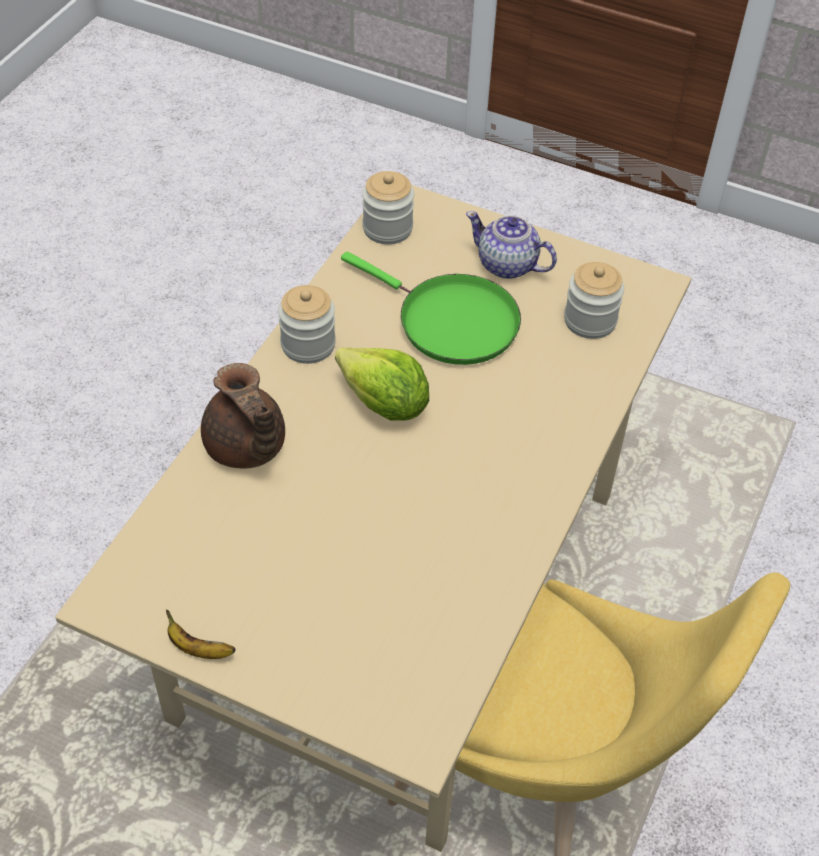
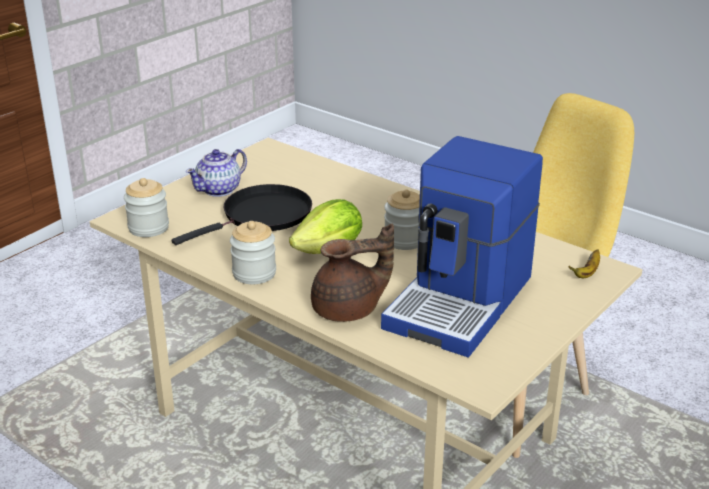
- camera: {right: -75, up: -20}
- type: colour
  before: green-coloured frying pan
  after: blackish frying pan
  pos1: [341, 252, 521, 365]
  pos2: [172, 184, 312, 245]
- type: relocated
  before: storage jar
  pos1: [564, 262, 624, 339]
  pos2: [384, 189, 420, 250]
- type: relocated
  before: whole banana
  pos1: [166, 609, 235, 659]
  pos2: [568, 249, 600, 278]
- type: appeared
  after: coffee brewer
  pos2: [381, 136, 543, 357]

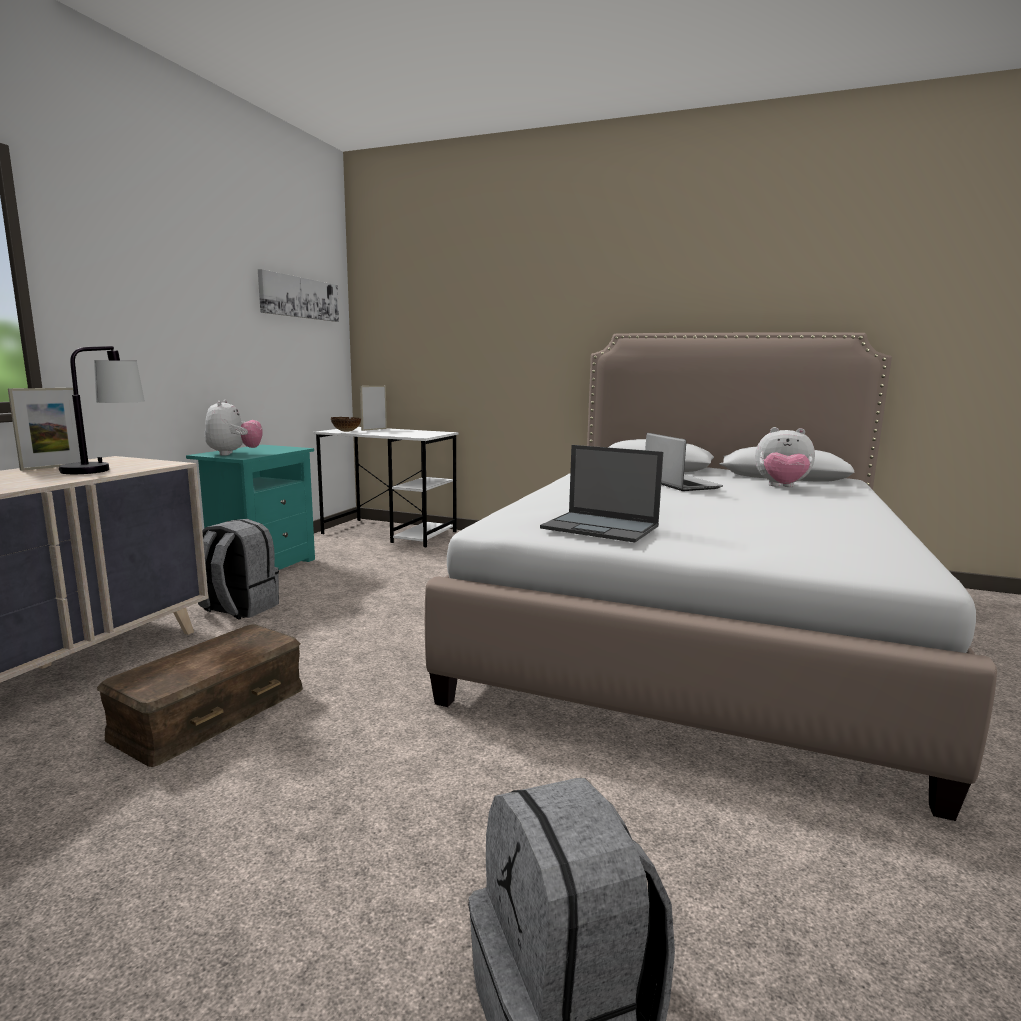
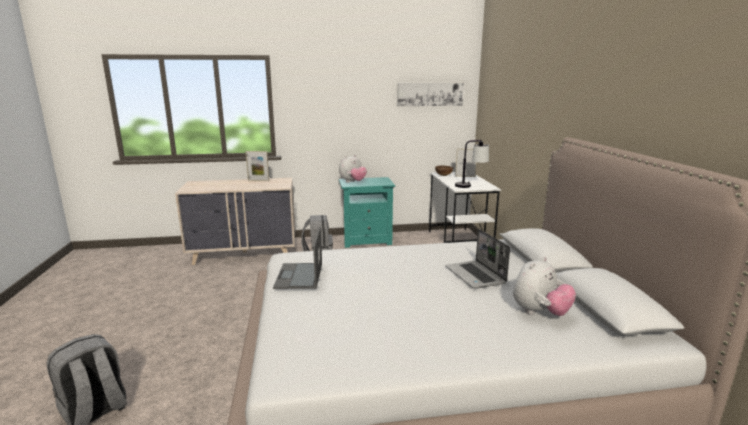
- camera: {right: 60, up: 5}
- type: relocated
  before: lamp for a table
  pos1: [59, 346, 145, 474]
  pos2: [455, 140, 489, 188]
- type: spun
  before: plush toy
  pos1: [755, 427, 815, 487]
  pos2: [513, 257, 576, 316]
  turn: -120
- type: spun
  before: laptop
  pos1: [645, 433, 723, 491]
  pos2: [446, 229, 510, 289]
  turn: 120
- type: missing
  before: brownish storage box
  pos1: [97, 625, 303, 767]

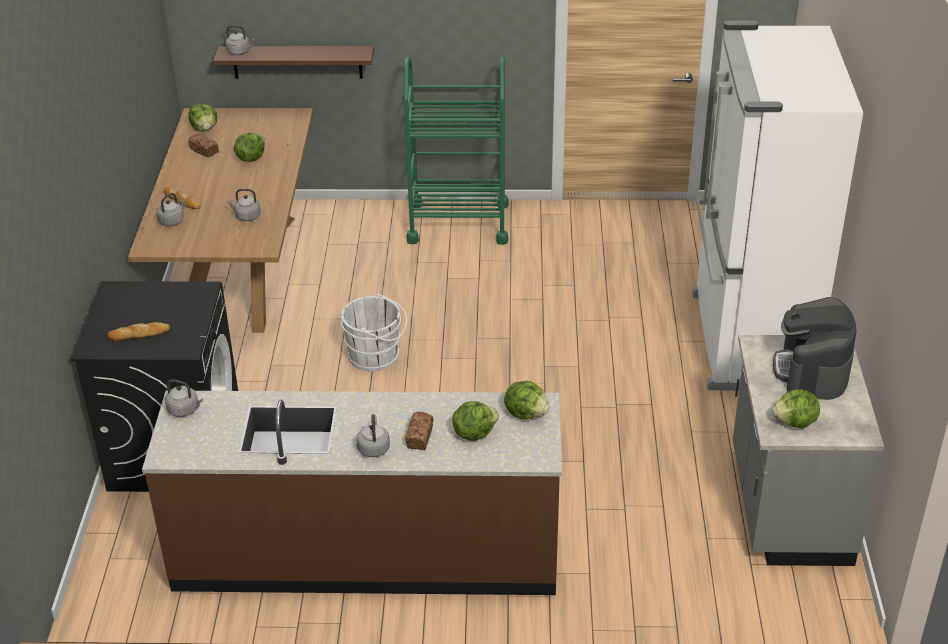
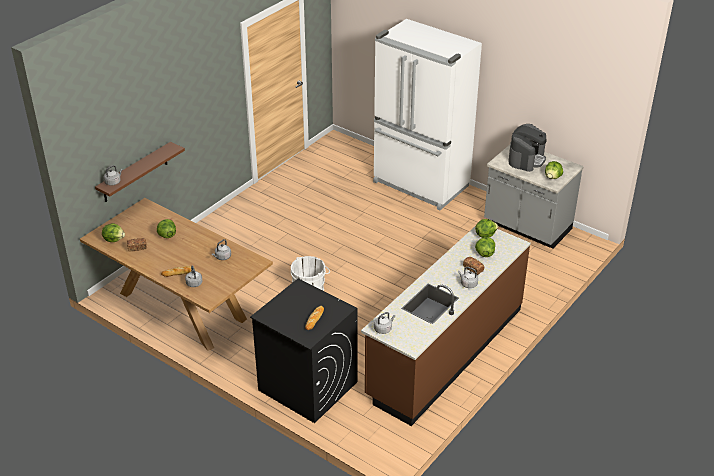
- camera: {right: -55, up: 0}
- type: missing
  before: green-coloured wheeled cart
  pos1: [404, 57, 509, 245]
- type: spun
  before: coffee brewer
  pos1: [773, 297, 856, 400]
  pos2: [509, 124, 547, 172]
  turn: -105

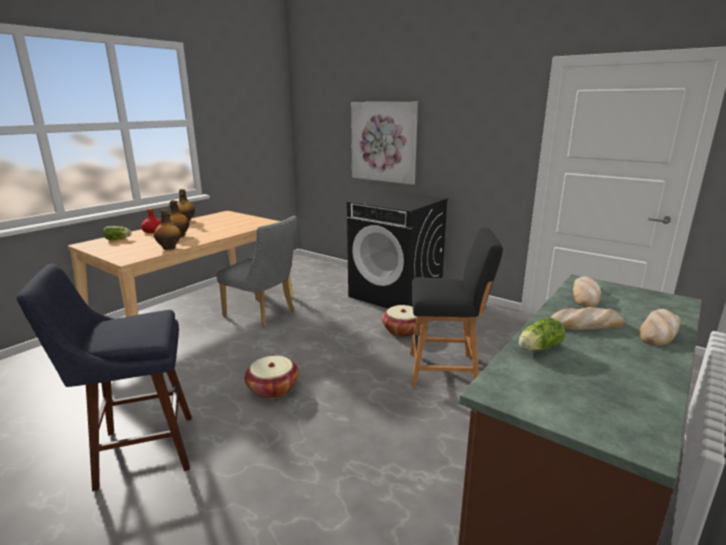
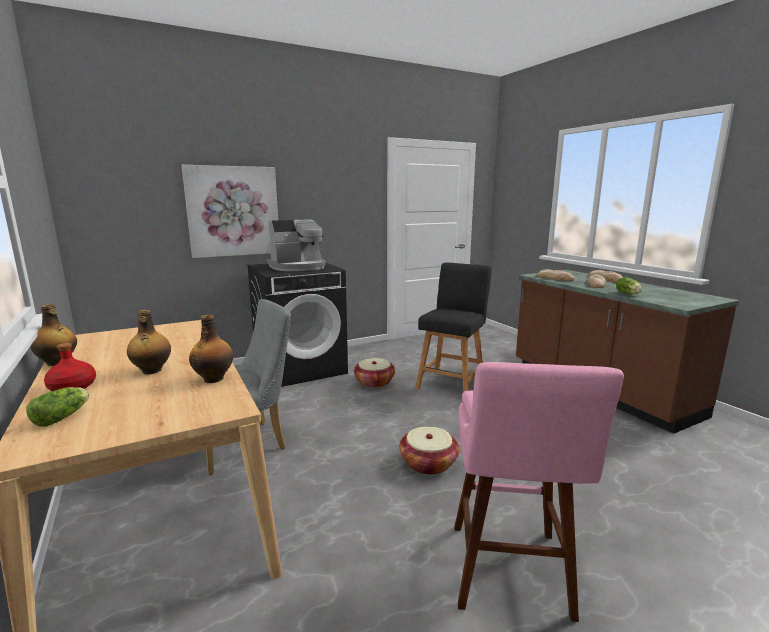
- camera: {right: -65, up: -5}
- type: colour
  before: blue-coloured stool
  after: pink stool
  pos1: [17, 264, 192, 492]
  pos2: [455, 362, 624, 622]
- type: appeared
  after: coffee brewer
  pos2: [267, 219, 326, 271]

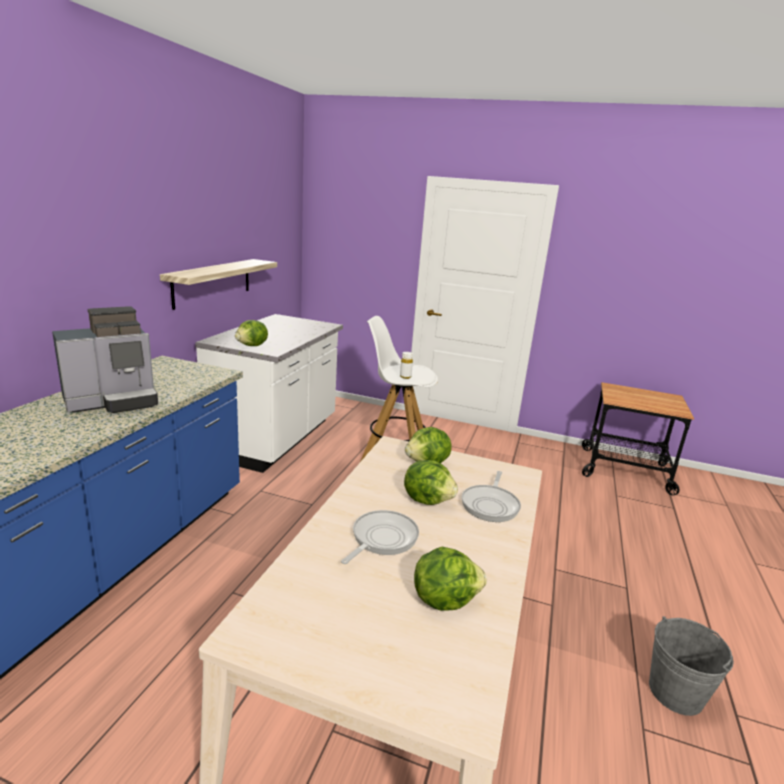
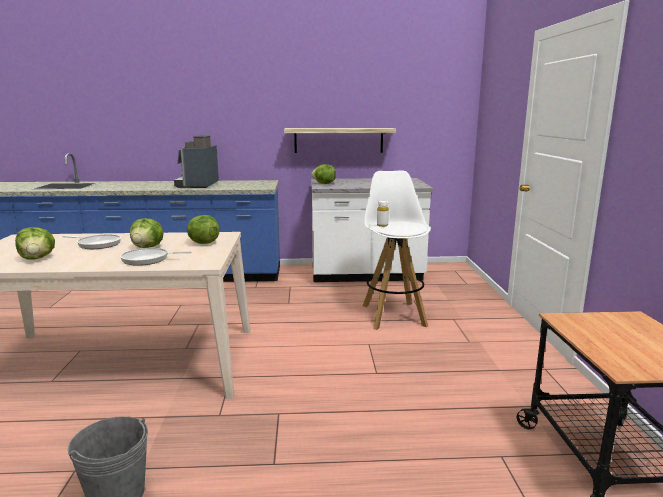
- camera: {right: 70, up: -5}
- type: spun
  before: coffee brewer
  pos1: [52, 306, 158, 413]
  pos2: [174, 135, 219, 188]
  turn: 60

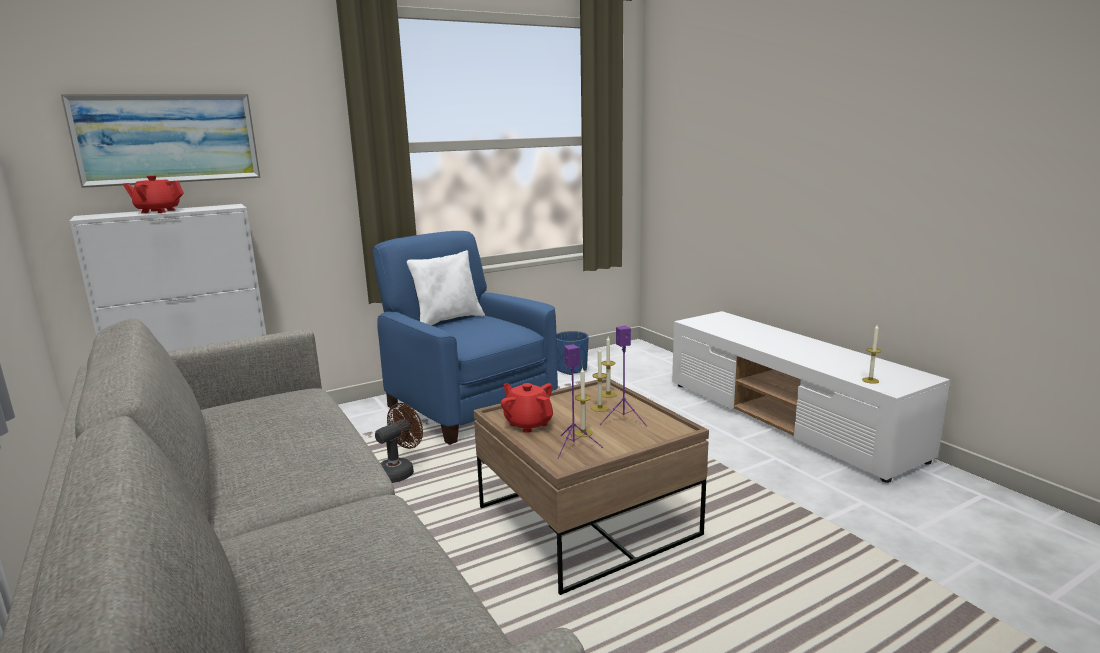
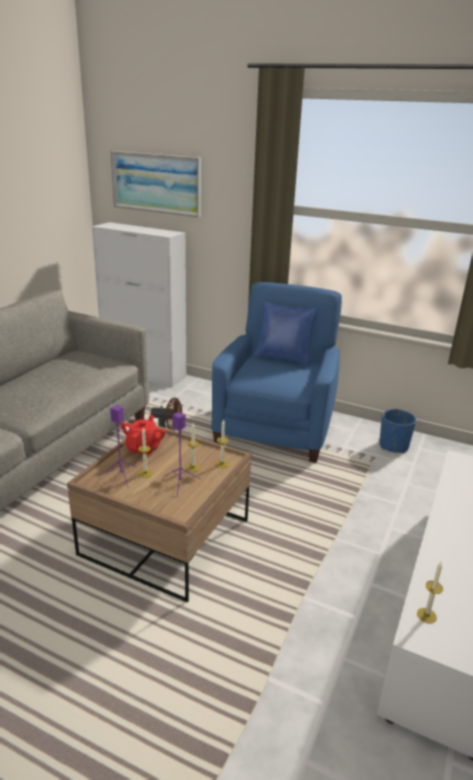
- camera: {right: 55, up: 10}
- type: missing
  before: red teapot
  pos1: [123, 175, 184, 213]
- type: colour
  before: white-coloured pillow
  after: blue-coloured pillow
  pos1: [407, 250, 485, 325]
  pos2: [254, 302, 318, 366]

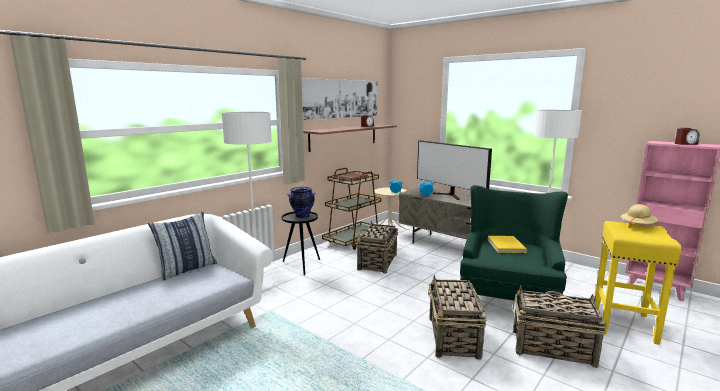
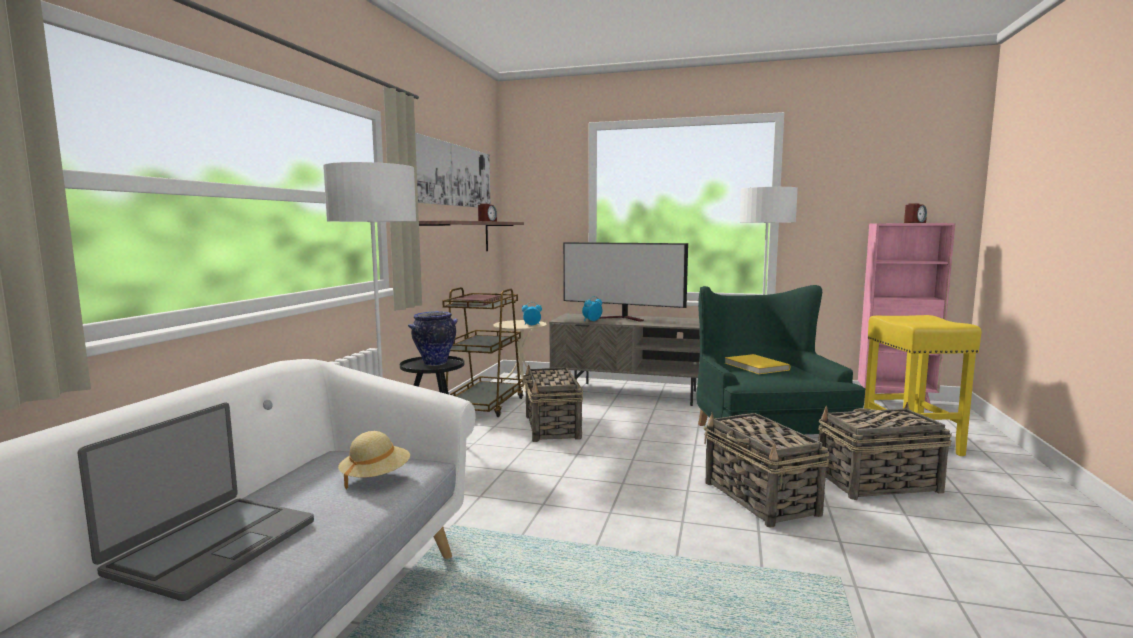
- camera: {right: -25, up: -5}
- type: relocated
  before: beige-coloured clothing hat
  pos1: [621, 204, 658, 228]
  pos2: [338, 431, 410, 490]
- type: missing
  before: pillow
  pos1: [148, 211, 217, 280]
- type: appeared
  after: laptop
  pos2: [78, 403, 314, 601]

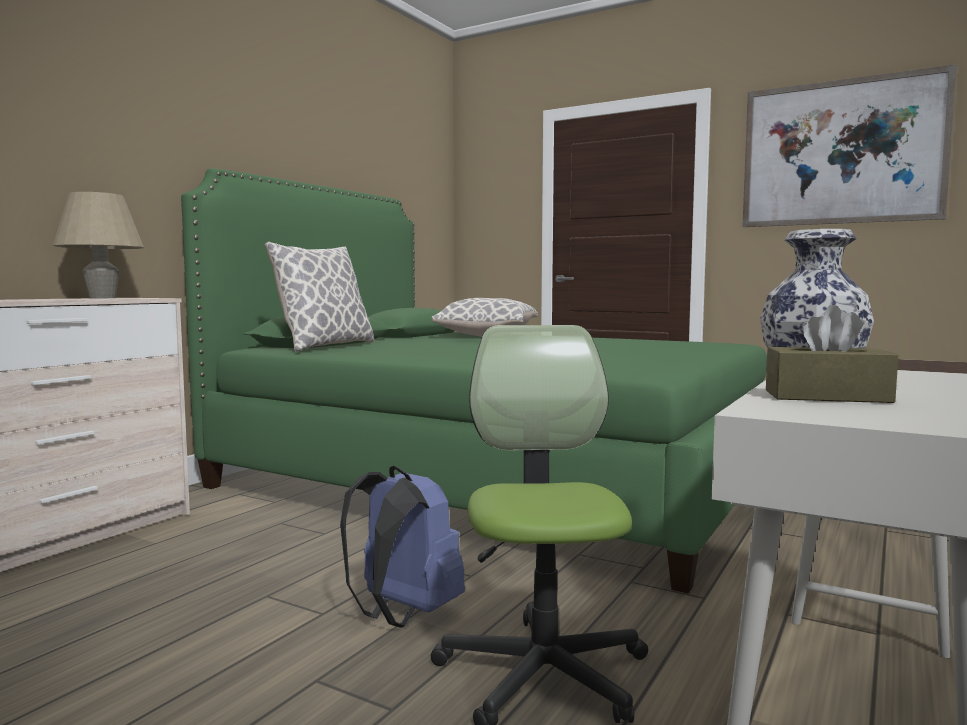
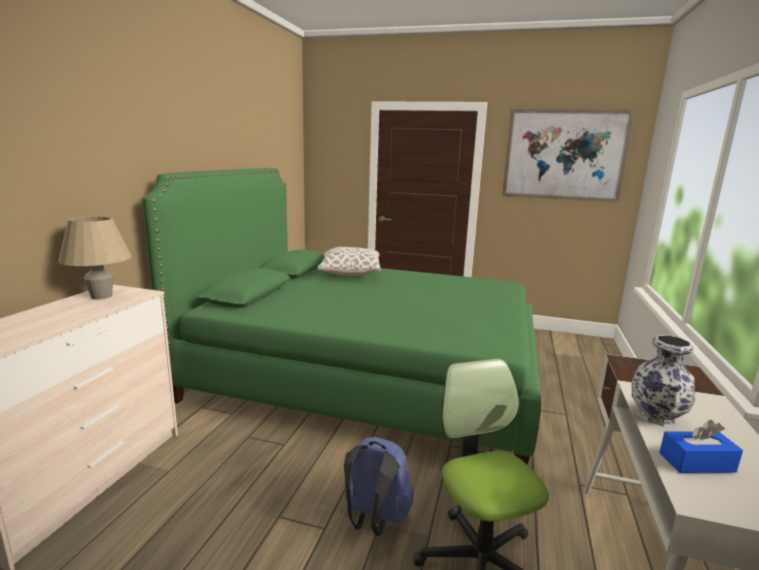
- camera: {right: -15, up: 10}
- type: missing
  before: pillow
  pos1: [264, 242, 374, 352]
- type: colour
  before: brownish box of tissues
  after: blue-coloured box of tissues
  pos1: [766, 305, 898, 403]
  pos2: [659, 420, 743, 473]

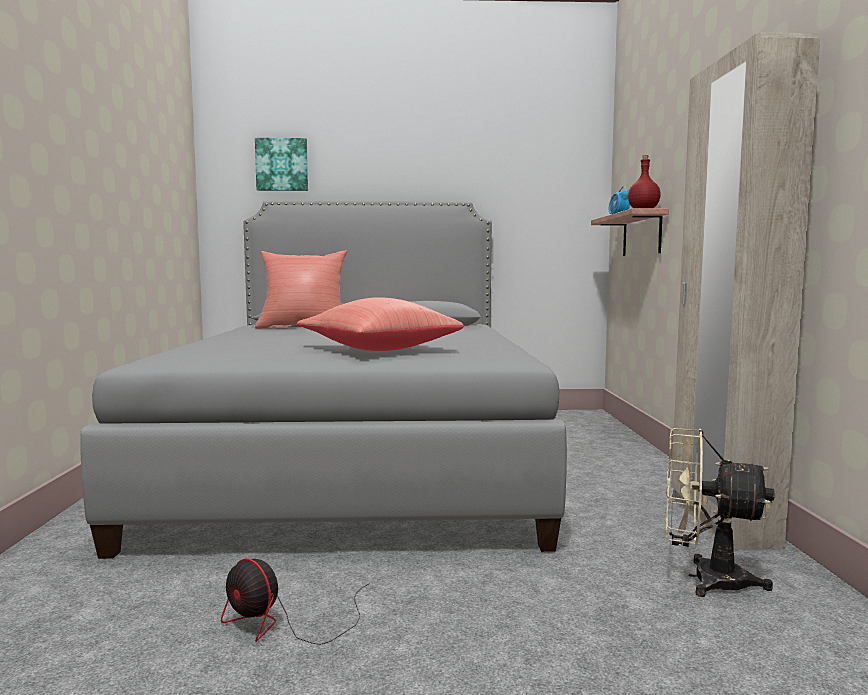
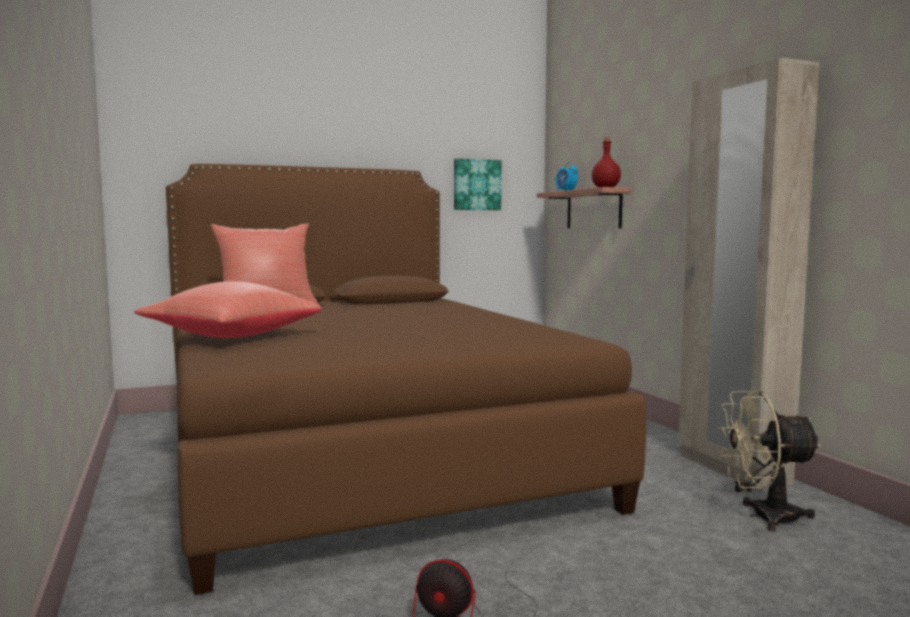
- camera: {right: -20, up: 0}
- type: relocated
  before: picture
  pos1: [255, 138, 308, 191]
  pos2: [454, 158, 502, 210]
- type: colour
  before: greyish sleeping bed
  after: brownish sleeping bed
  pos1: [80, 200, 567, 559]
  pos2: [166, 164, 646, 595]
- type: relocated
  before: red pillow
  pos1: [297, 297, 464, 351]
  pos2: [134, 281, 322, 338]

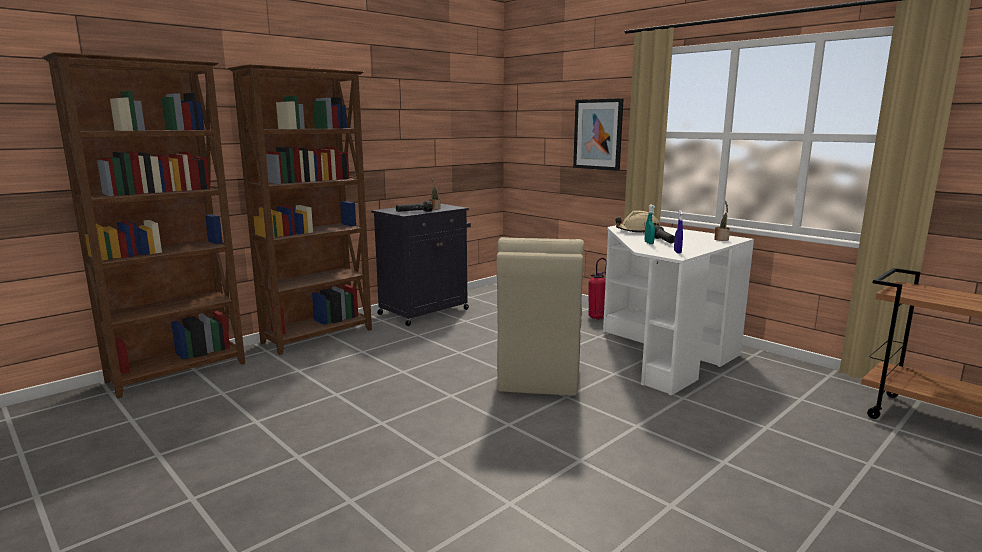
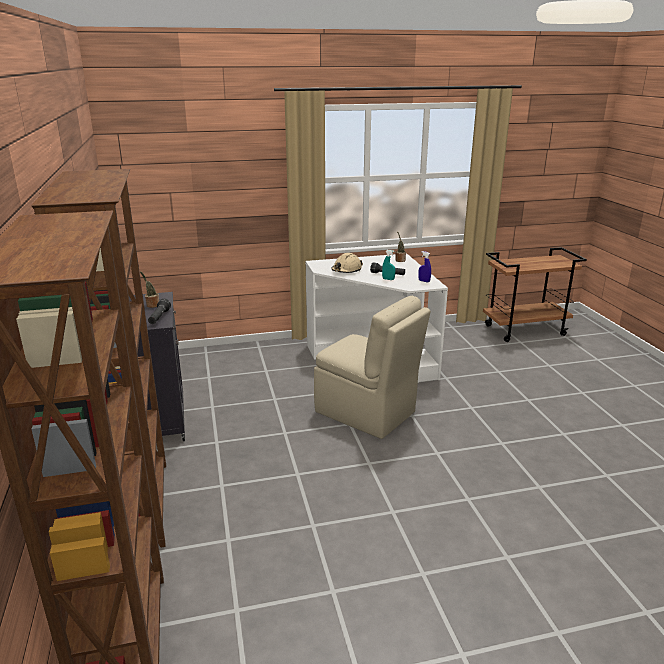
- camera: {right: -60, up: 10}
- type: missing
  before: picture
  pos1: [573, 98, 624, 171]
- type: missing
  before: fire-fighting cylinder
  pos1: [588, 258, 607, 320]

